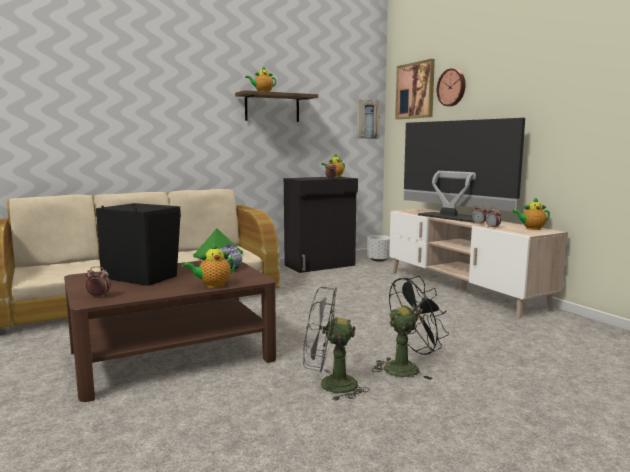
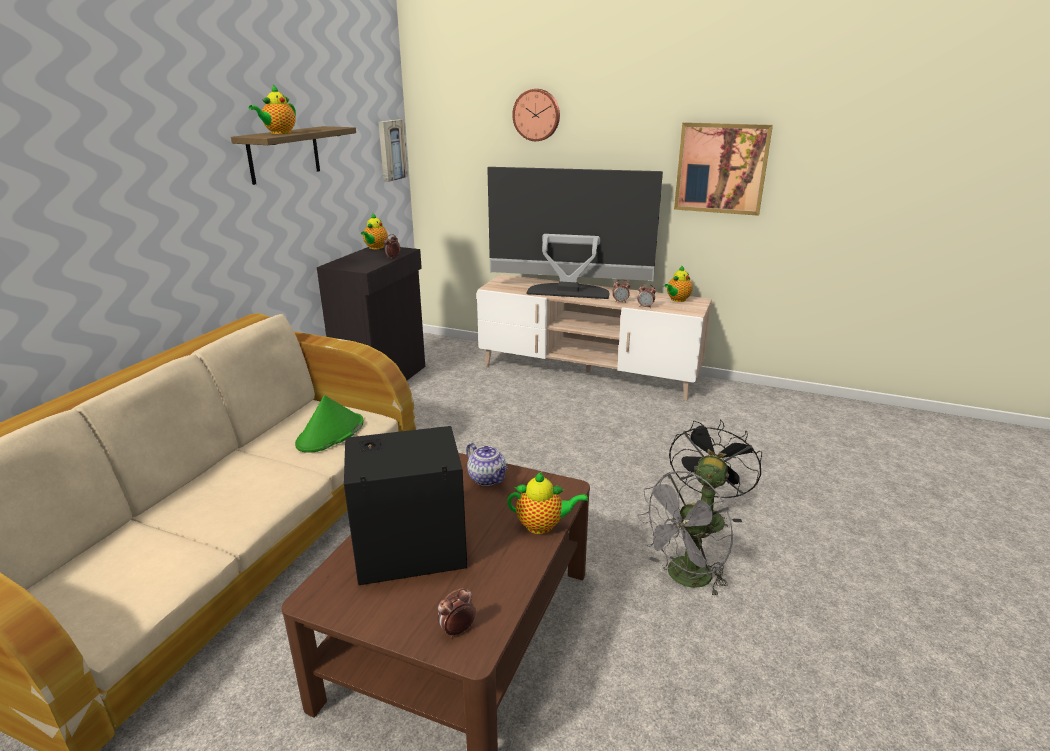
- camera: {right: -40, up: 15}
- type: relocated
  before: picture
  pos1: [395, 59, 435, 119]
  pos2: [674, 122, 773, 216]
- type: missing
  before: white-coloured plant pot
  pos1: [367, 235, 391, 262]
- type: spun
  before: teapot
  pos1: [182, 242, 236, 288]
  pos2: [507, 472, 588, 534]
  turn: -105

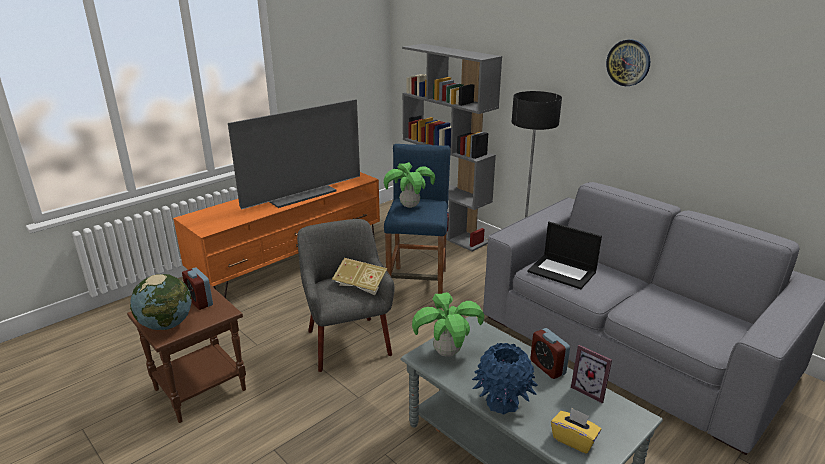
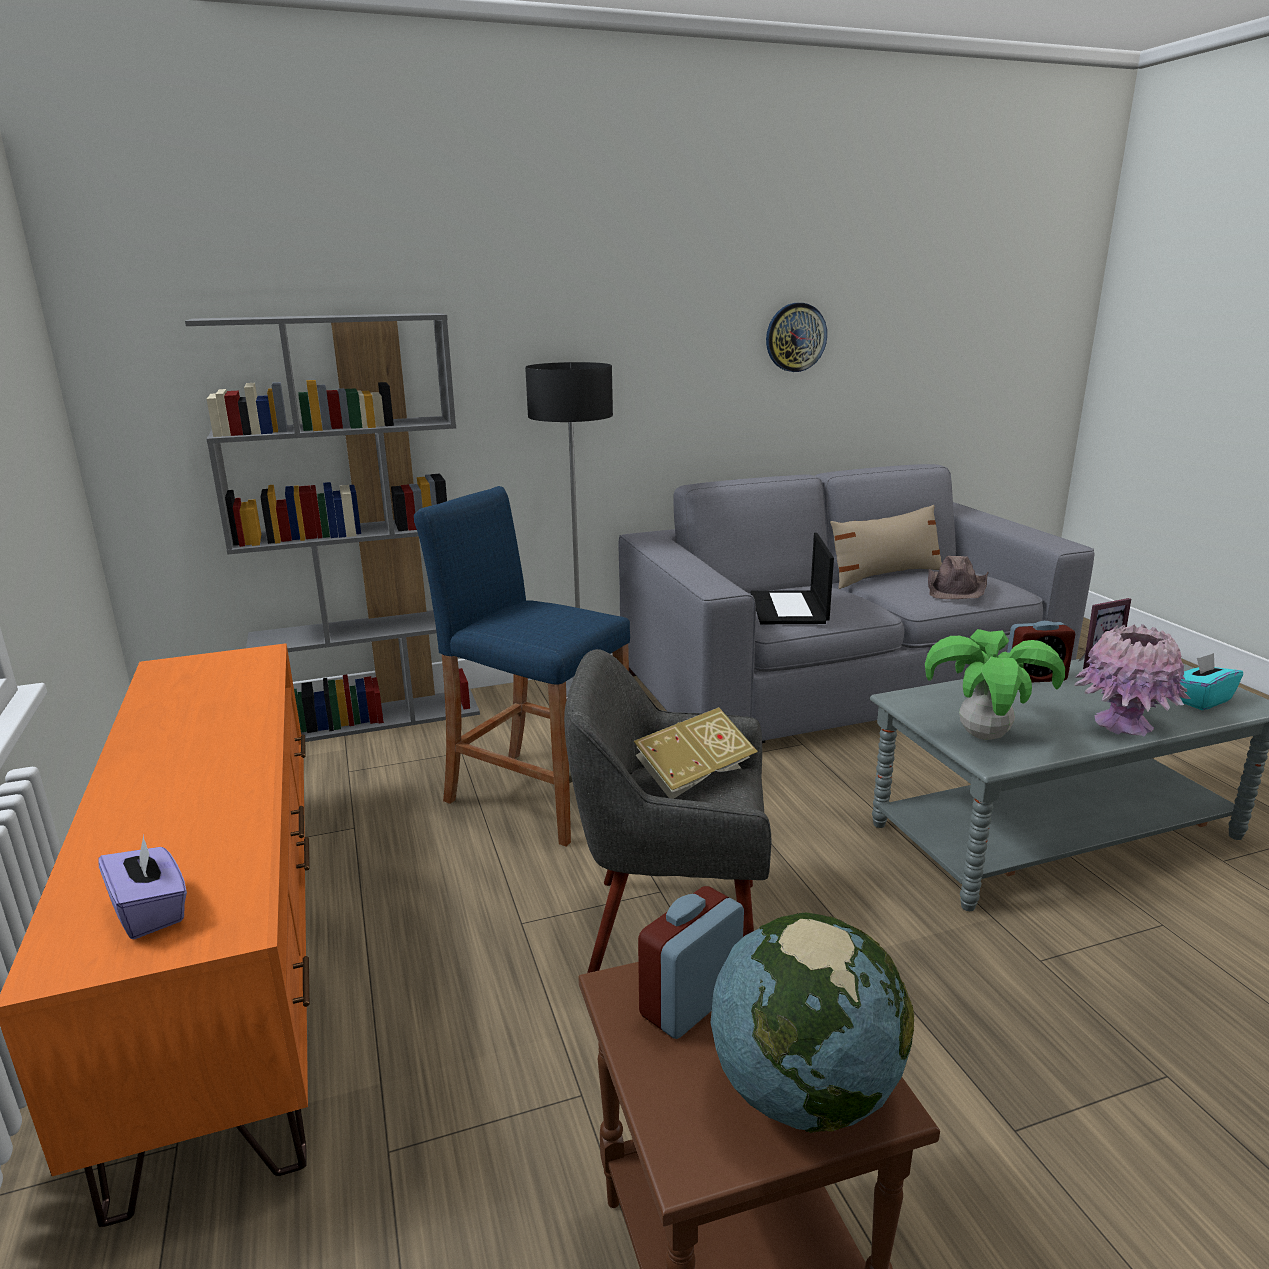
- camera: {right: -65, up: -5}
- type: relocated
  before: hanging clock
  pos1: [606, 39, 650, 86]
  pos2: [766, 303, 827, 372]
- type: missing
  before: TV set
  pos1: [228, 99, 360, 210]
- type: missing
  before: houseplant
  pos1: [384, 162, 435, 208]
- type: spun
  before: laptop
  pos1: [527, 222, 602, 289]
  pos2: [750, 533, 834, 624]
  turn: 120
- type: spun
  before: alarm clock
  pos1: [182, 267, 213, 310]
  pos2: [638, 886, 744, 1039]
  turn: 150
- type: colour
  before: blue-coloured flower vase
  after: pink flower vase
  pos1: [472, 343, 537, 414]
  pos2: [1074, 624, 1191, 736]
- type: colour
  before: yellowish box of tissues
  after: turquoise-coloured box of tissues
  pos1: [551, 407, 601, 454]
  pos2: [1180, 653, 1243, 710]
- type: appeared
  after: beige-coloured pillow
  pos2: [830, 505, 942, 589]
- type: appeared
  after: brownish clothing hat
  pos2: [928, 556, 988, 599]
- type: appeared
  after: purple-coloured box of tissues
  pos2: [98, 835, 187, 939]

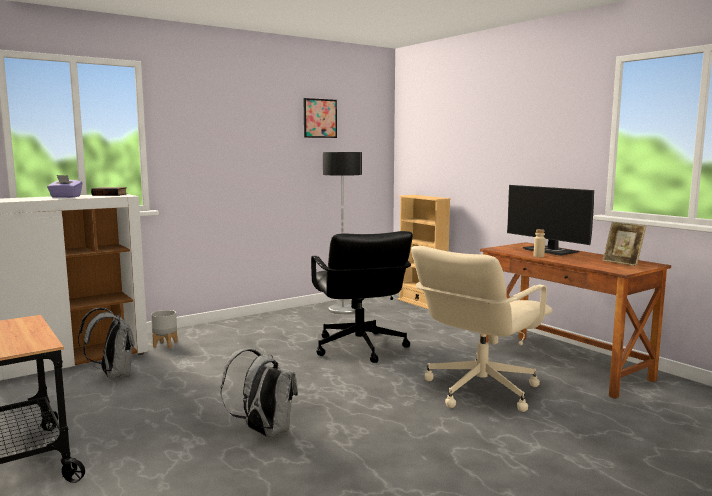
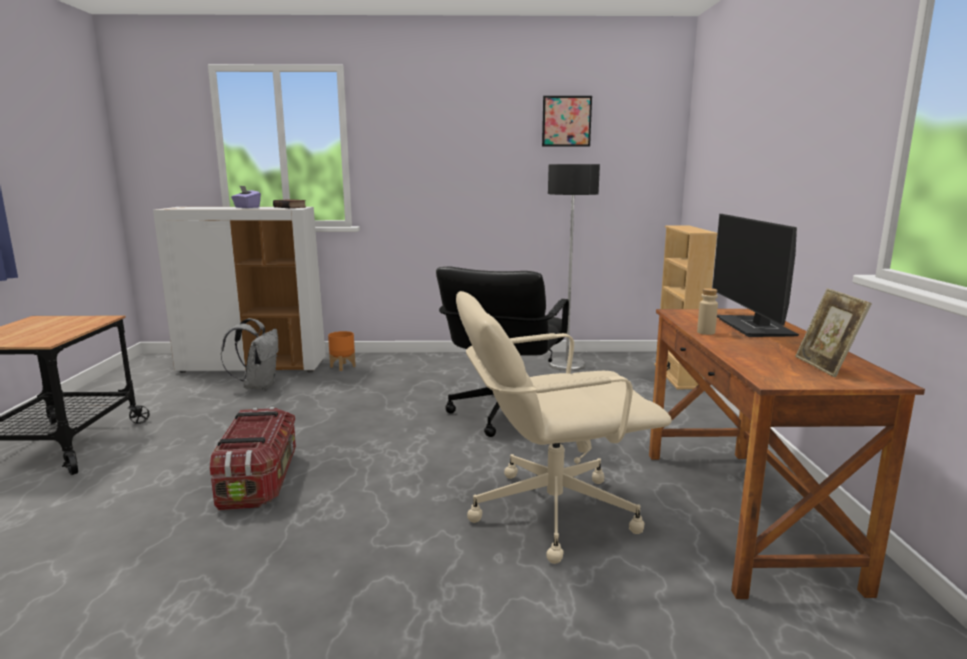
- camera: {right: 35, up: 5}
- type: colour
  before: greyish plant pot
  after: orange-coloured plant pot
  pos1: [151, 310, 178, 348]
  pos2: [328, 331, 356, 371]
- type: exchanged
  before: greyish backpack
  after: storage box
  pos1: [220, 348, 298, 437]
  pos2: [210, 407, 296, 510]

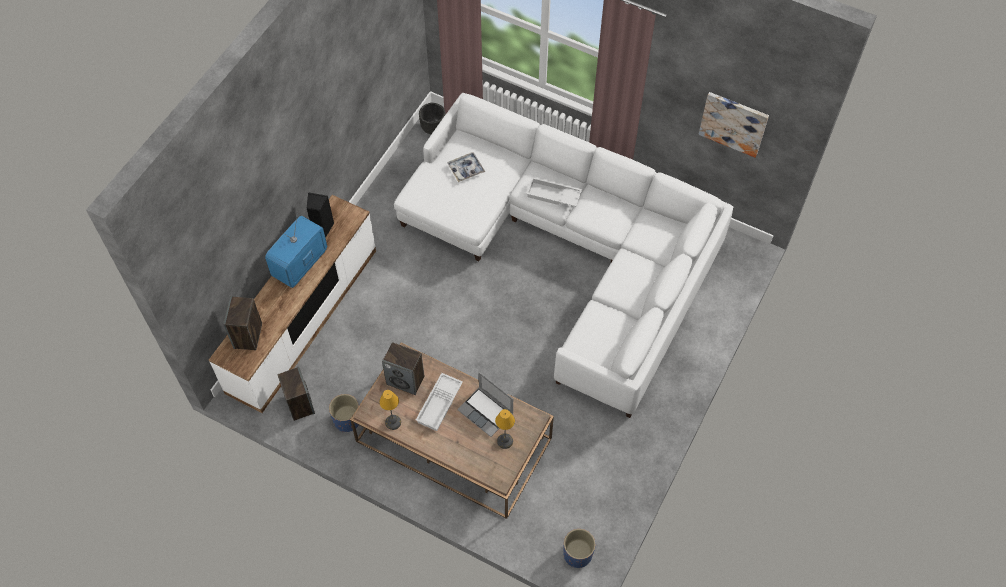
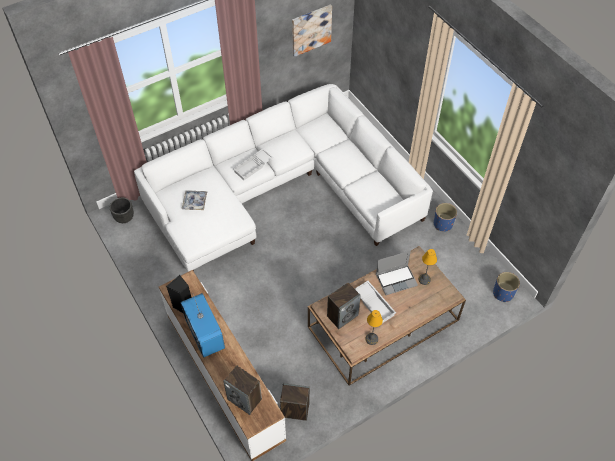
- camera: {right: -60, up: -5}
- type: relocated
  before: blue-coloured plant pot
  pos1: [329, 394, 359, 432]
  pos2: [434, 203, 457, 232]

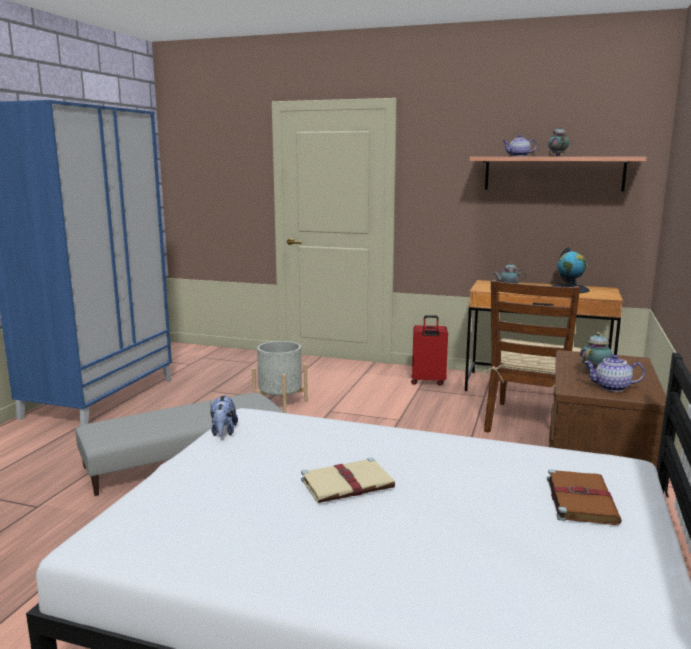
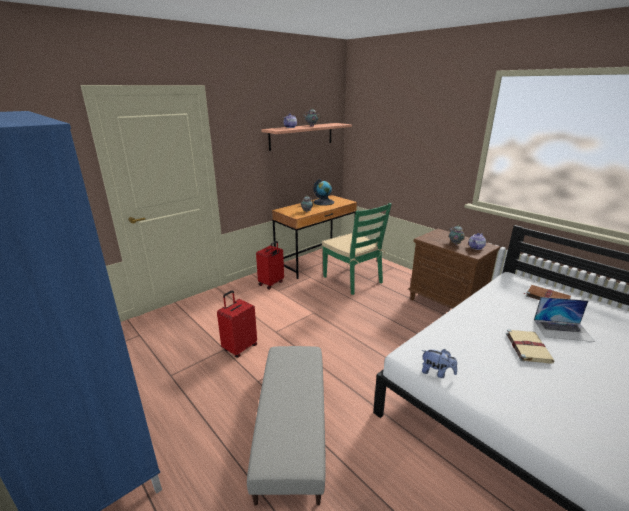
- camera: {right: -60, up: 10}
- type: colour
  before: brownish plain chair
  after: green-coloured plain chair
  pos1: [480, 280, 581, 433]
  pos2: [322, 203, 392, 295]
- type: exchanged
  before: greyish plant pot
  after: red piece of luggage
  pos1: [252, 341, 308, 413]
  pos2: [217, 290, 257, 358]
- type: appeared
  after: laptop
  pos2: [534, 297, 595, 342]

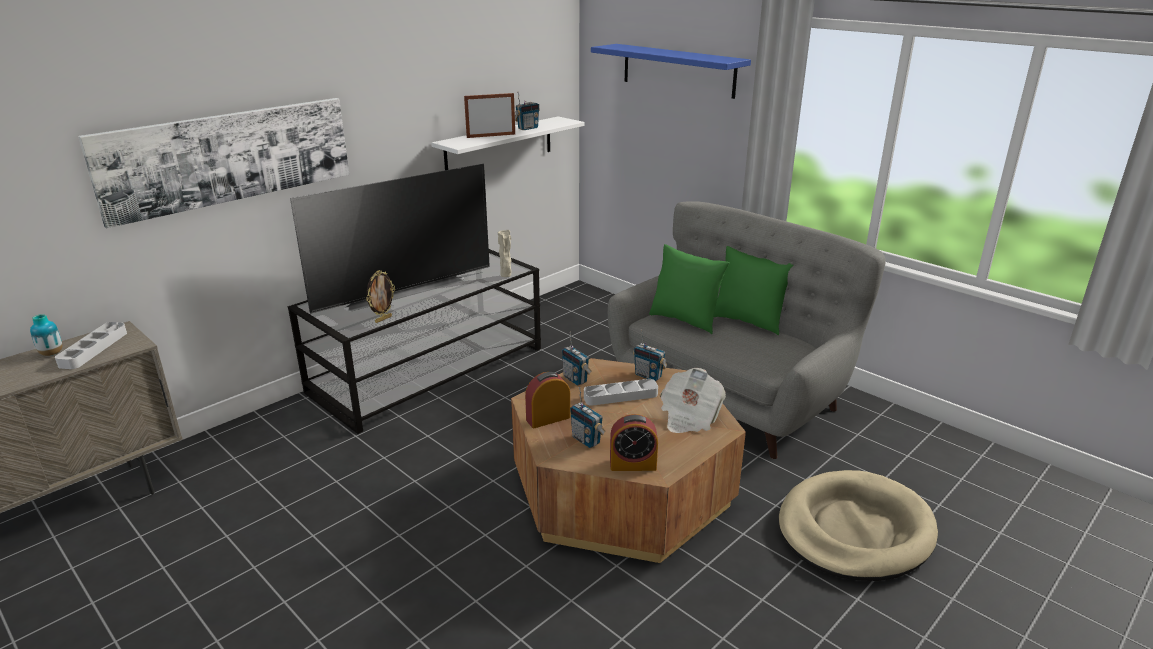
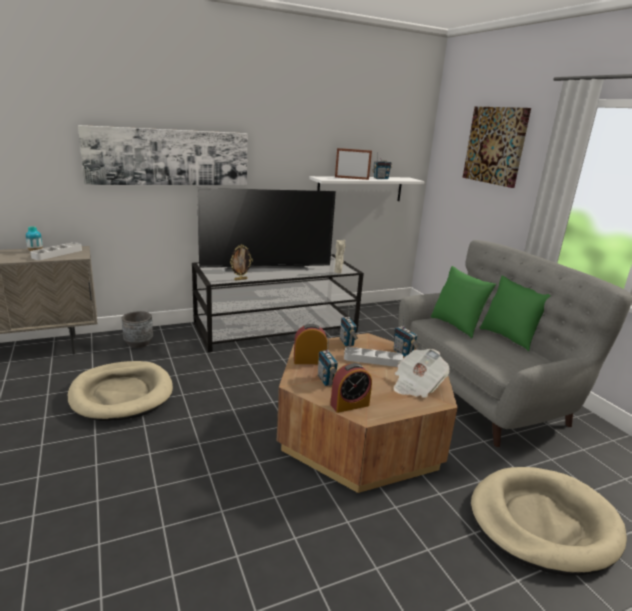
- camera: {right: 20, up: -5}
- type: exchanged
  before: blue-coloured wall shelf
  after: picture
  pos1: [591, 44, 751, 99]
  pos2: [463, 106, 531, 188]
- type: spun
  before: alarm clock
  pos1: [610, 414, 658, 471]
  pos2: [330, 363, 372, 413]
  turn: -45
- type: appeared
  after: greyish plant pot
  pos2: [122, 311, 153, 348]
- type: appeared
  after: beige-coloured dog cushion
  pos2: [68, 361, 173, 421]

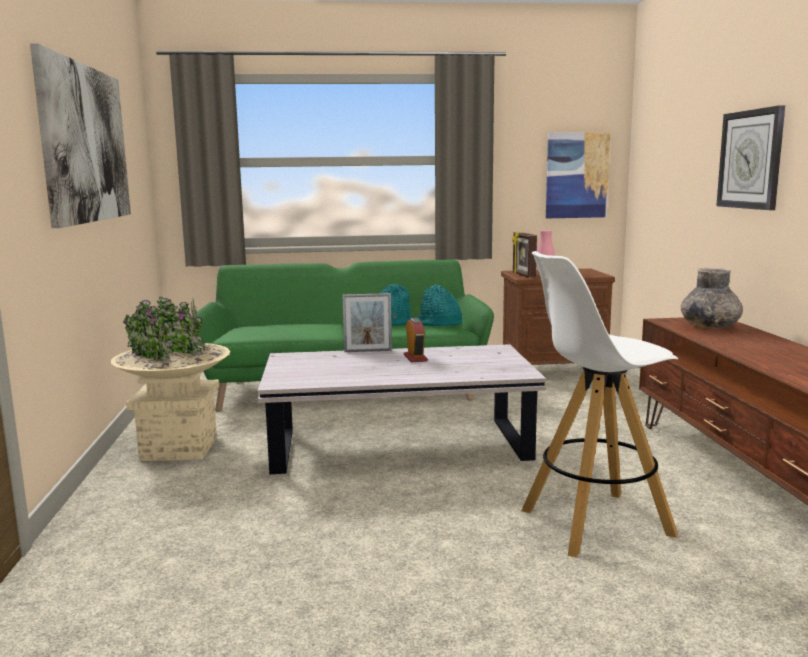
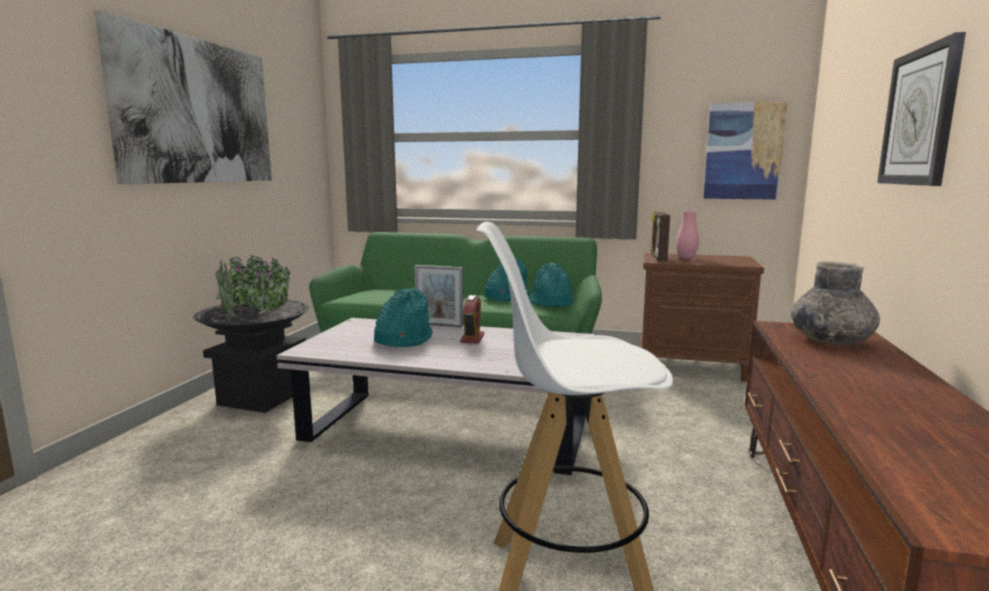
- camera: {right: 20, up: 0}
- type: colour
  before: beige-coloured plant pot
  after: blackish plant pot
  pos1: [111, 297, 230, 461]
  pos2: [193, 255, 309, 413]
- type: appeared
  after: turquoise-coloured clothing hat
  pos2: [374, 288, 432, 347]

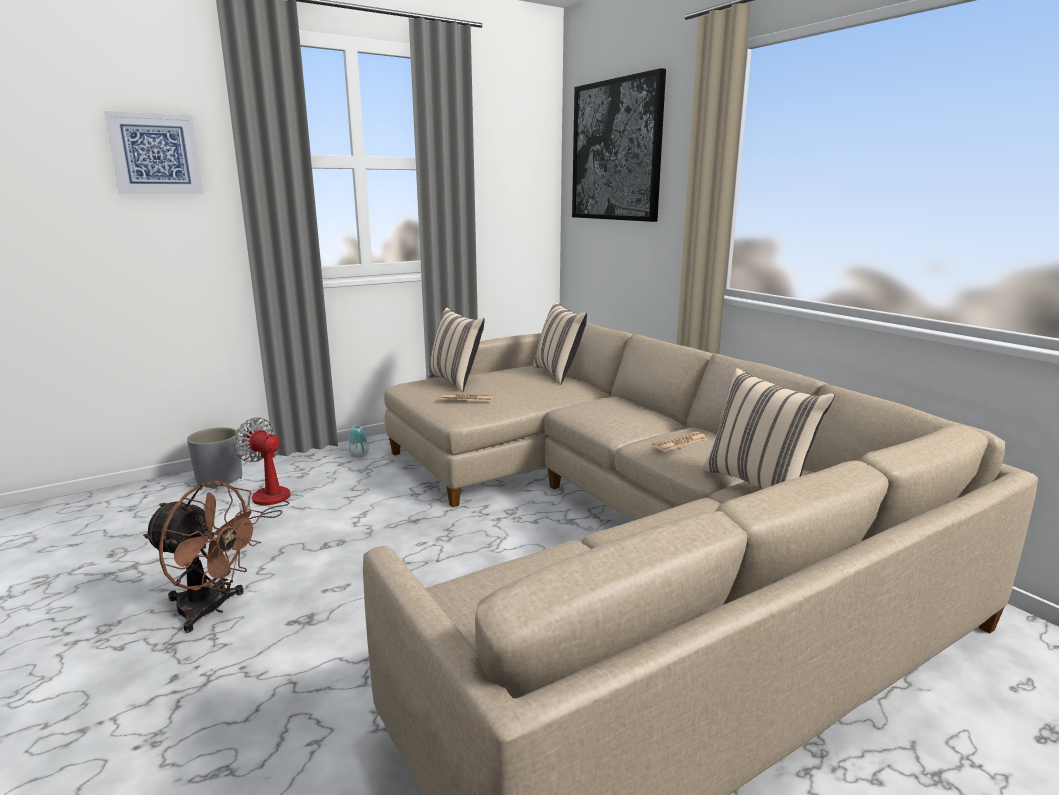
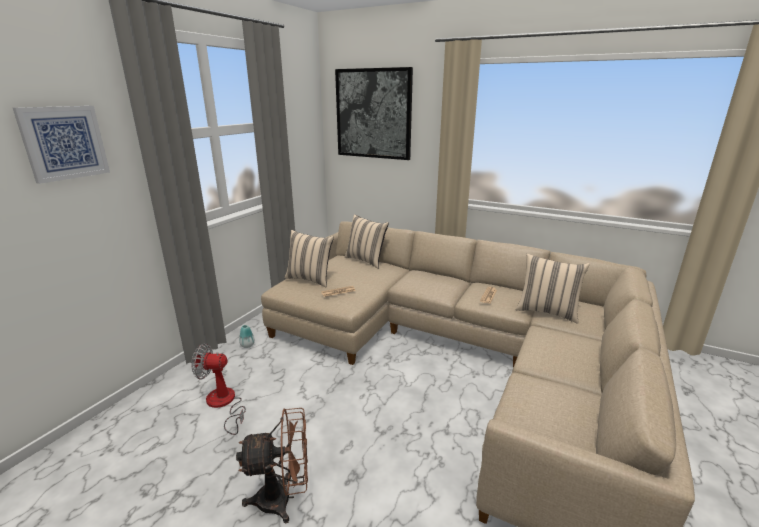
- camera: {right: -30, up: 5}
- type: missing
  before: greyish plant pot
  pos1: [187, 427, 242, 489]

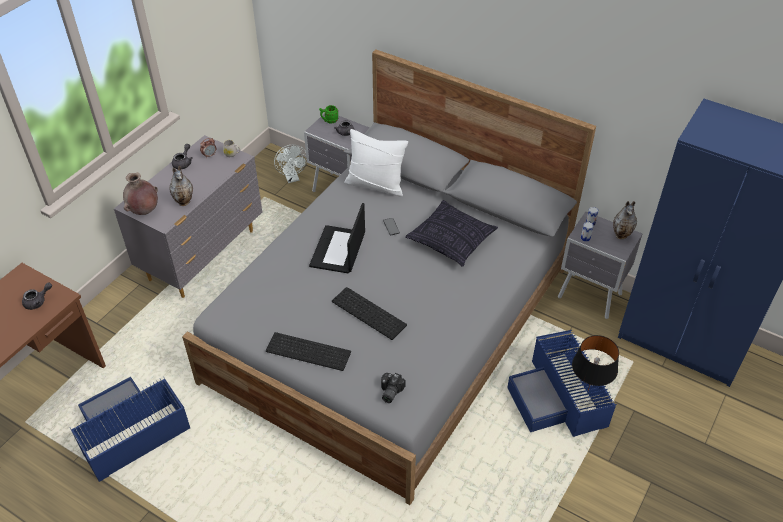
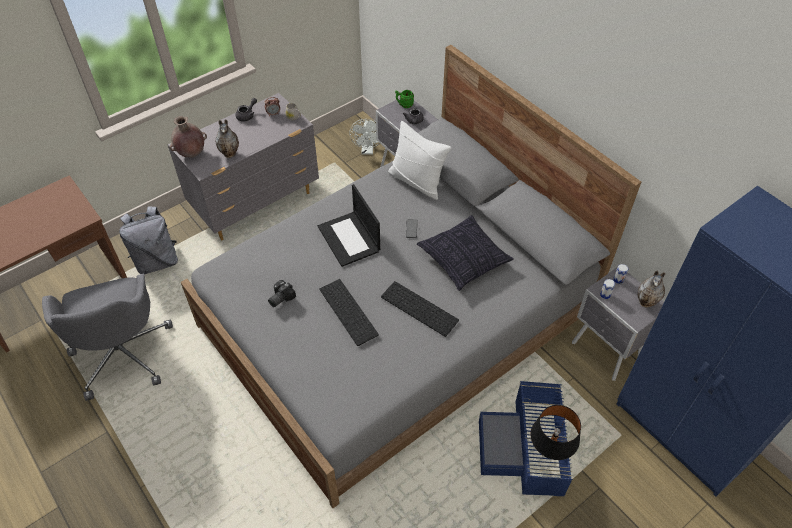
- camera: {right: 20, up: 5}
- type: spun
  before: laptop
  pos1: [309, 203, 365, 274]
  pos2: [318, 184, 380, 267]
  turn: -60
- type: missing
  before: greyish teapot
  pos1: [22, 283, 52, 310]
- type: relocated
  before: computer keyboard
  pos1: [266, 332, 351, 371]
  pos2: [381, 281, 459, 337]
- type: relocated
  before: still camera
  pos1: [381, 373, 406, 403]
  pos2: [268, 280, 296, 307]
- type: exchanged
  before: blue-coloured storage box
  after: greyish office chair
  pos1: [70, 376, 190, 482]
  pos2: [42, 274, 173, 401]
- type: appeared
  after: greyish backpack
  pos2: [119, 206, 178, 275]

